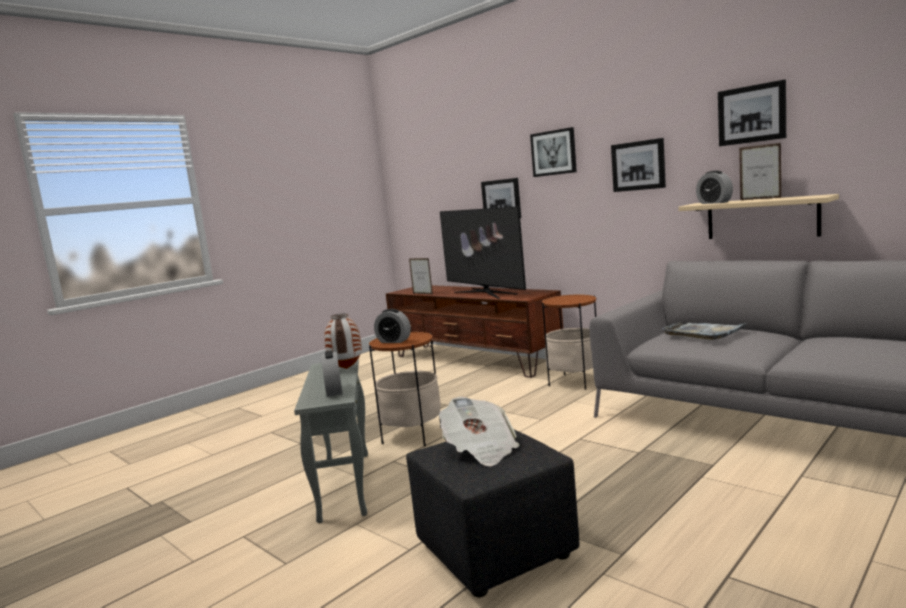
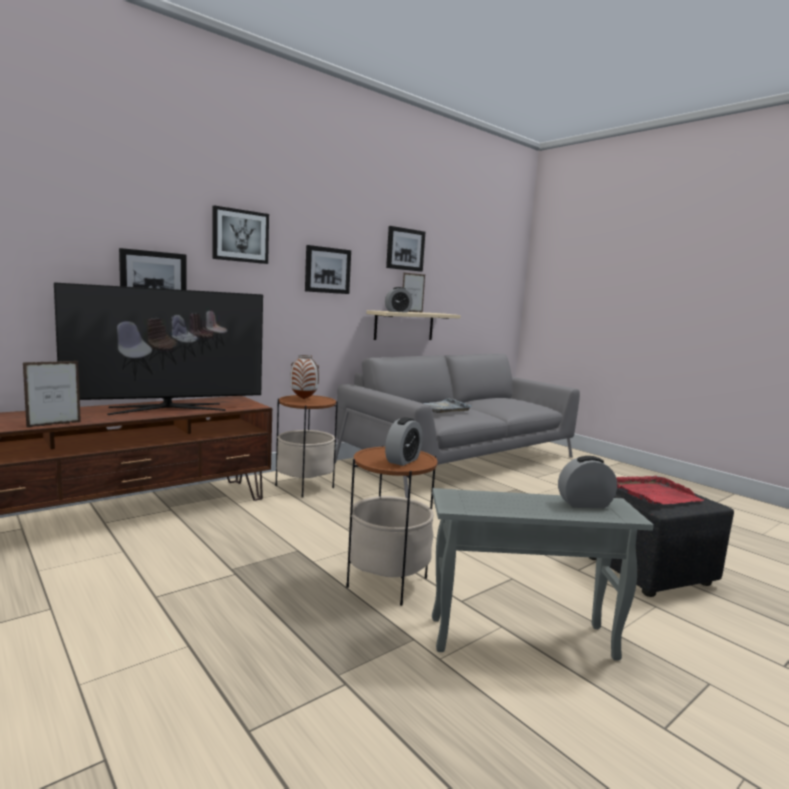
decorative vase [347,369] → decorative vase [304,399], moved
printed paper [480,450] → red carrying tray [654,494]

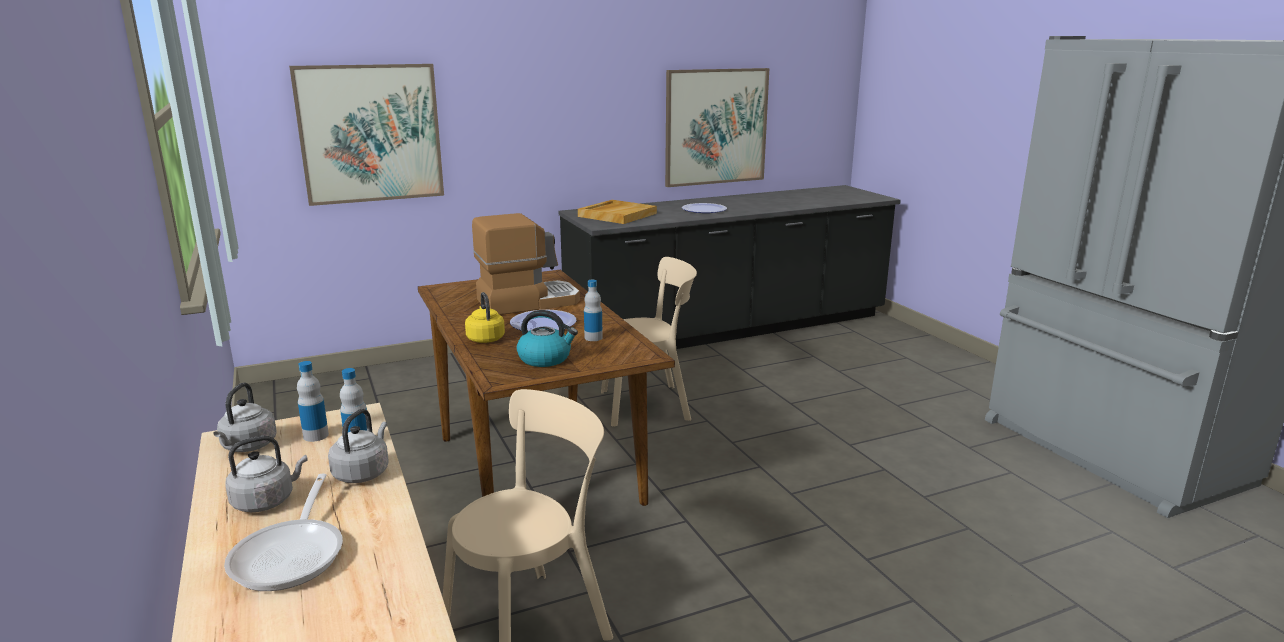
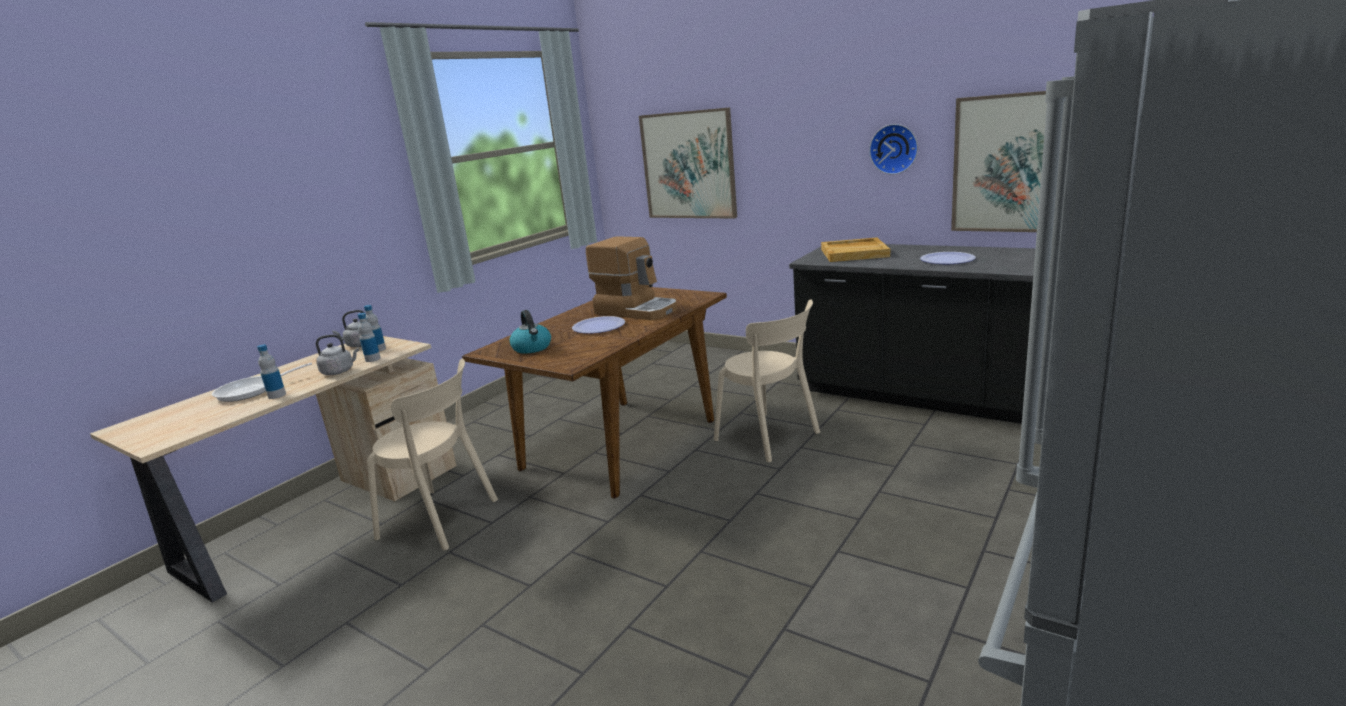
gray tea kettle [267,501] → -
yellow-coloured tea kettle [485,338] → -
drink bottle [593,338] → drink bottle [277,395], moved
- → hanging clock [894,149]

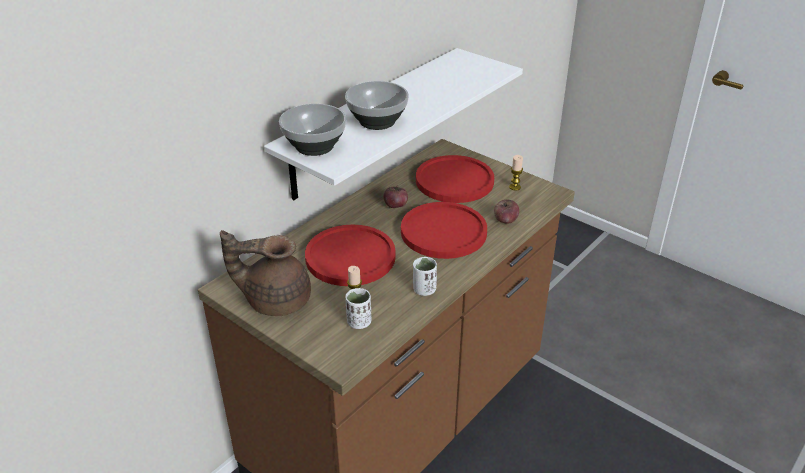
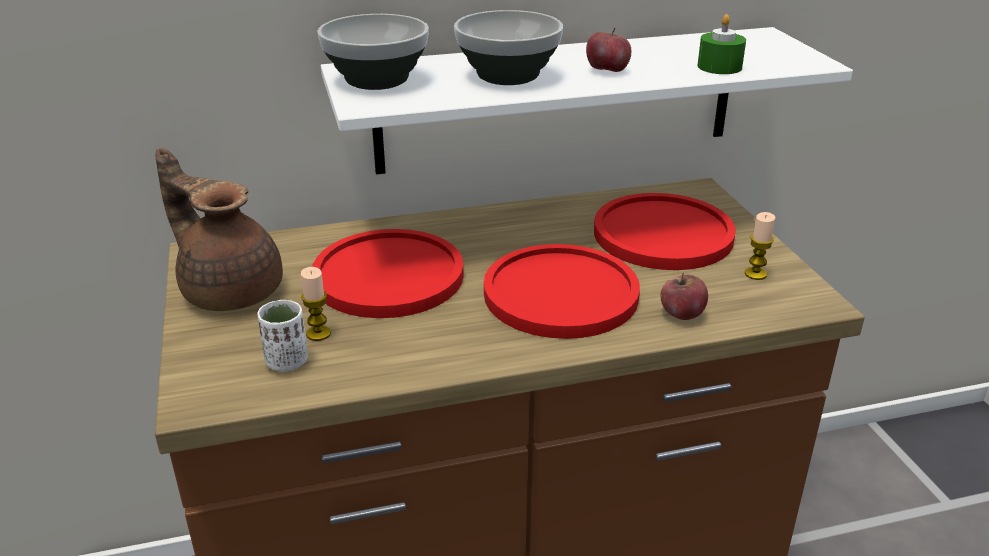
apple [395,205] → apple [607,70], moved
white drinking cup [424,290] → -
- → green-coloured candle [719,67]

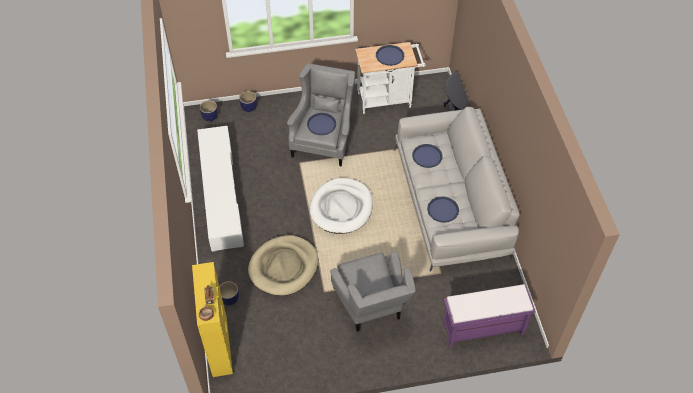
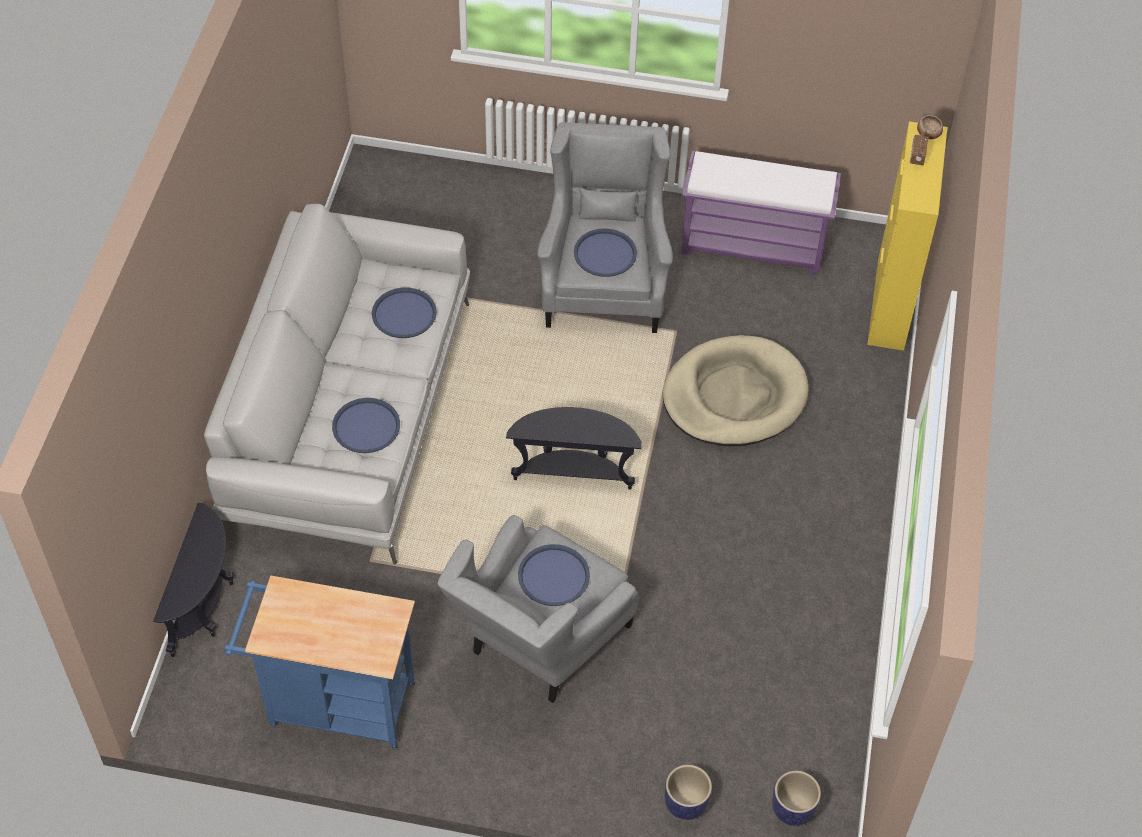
white tv stand [221,193] → -
flower pot [229,298] → -
white dog cushion [341,208] → black-coloured accent table [573,472]
white trolley [387,99] → blue trolley [333,704]
blue carrying tray [389,55] → blue carrying tray [605,254], moved
purple-coloured long seat [482,329] → purple-coloured long seat [754,245], moved

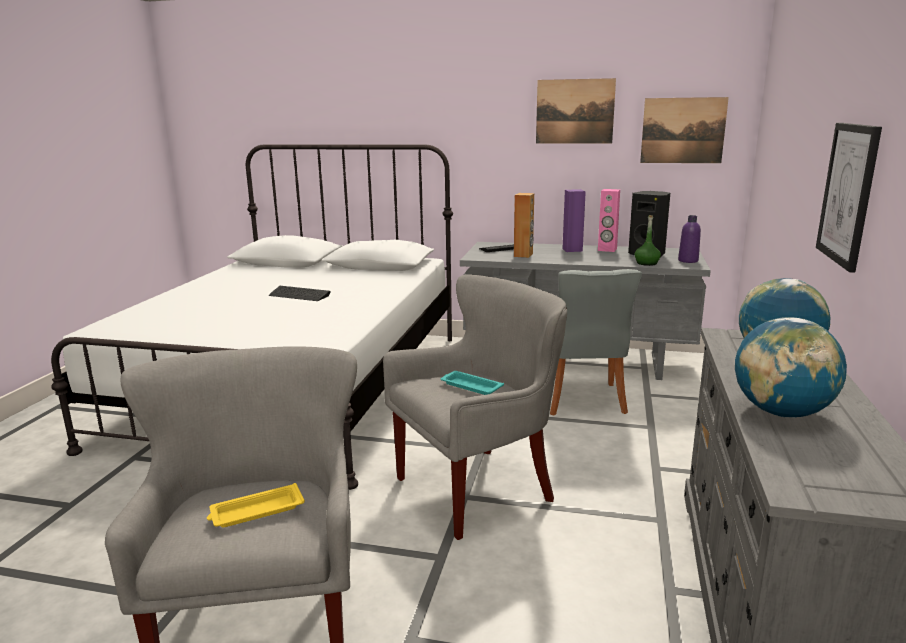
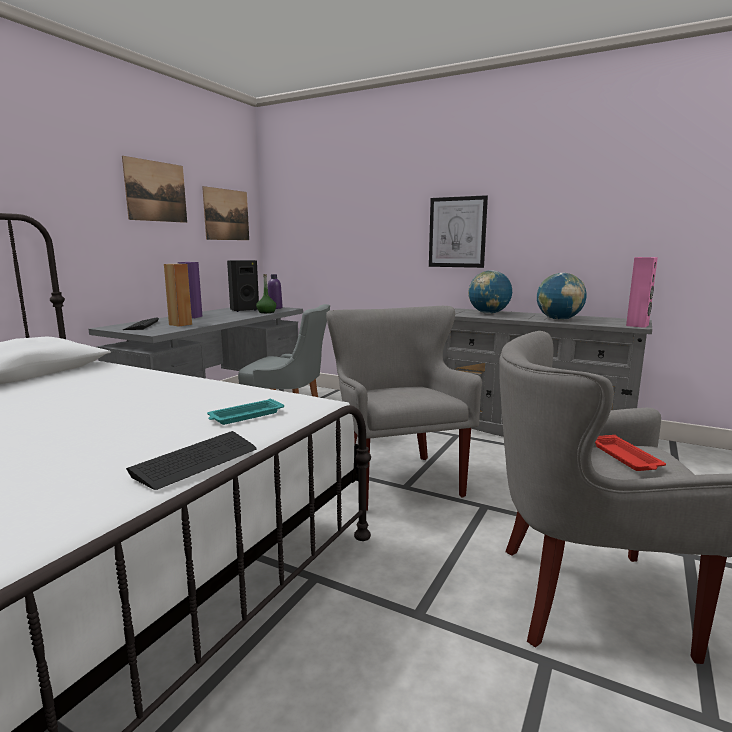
yellow-coloured carrying tray [255,511] → red carrying tray [625,457]
keyboard [299,295] → keyboard [196,461], moved
turquoise carrying tray [470,386] → turquoise carrying tray [245,416], moved
pink speaker [607,249] → pink speaker [637,325], moved

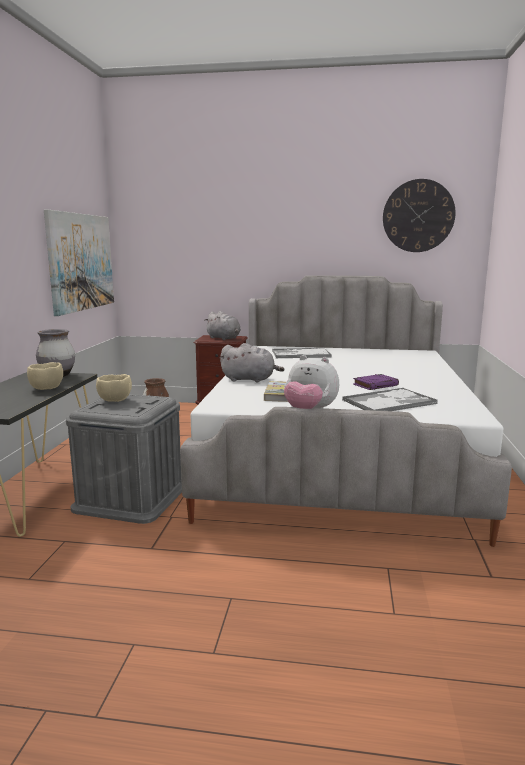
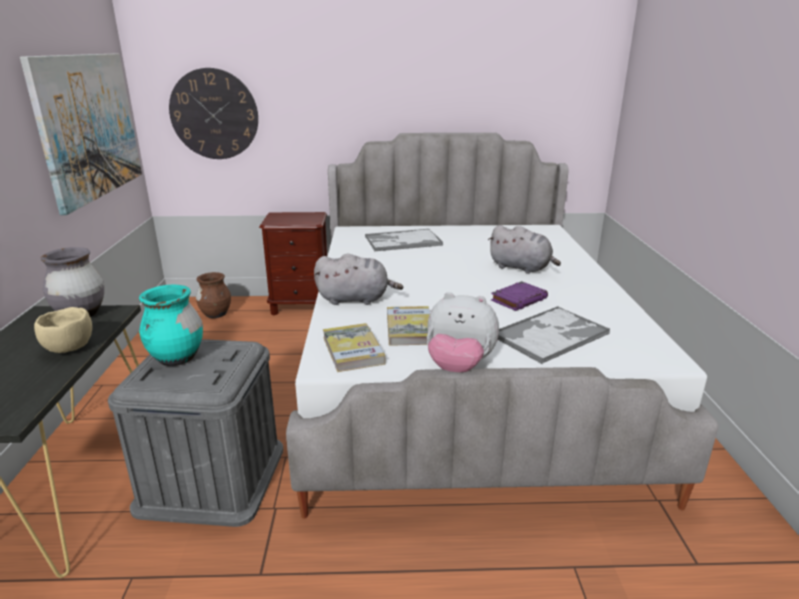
beige deep dish [115,401] → turquoise decorative vase [177,358]
gray cuddly toy [224,338] → gray cuddly toy [521,268], moved
hanging clock [418,216] → hanging clock [214,114], moved
- → volume [353,350]

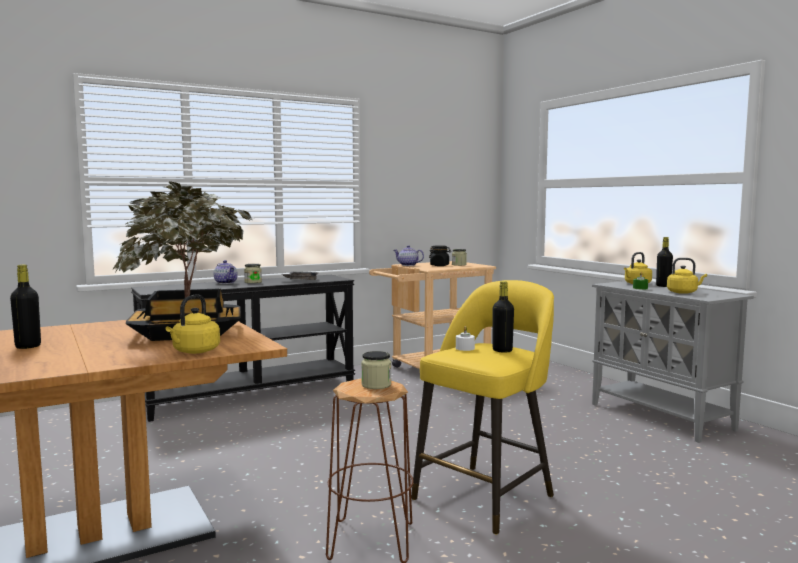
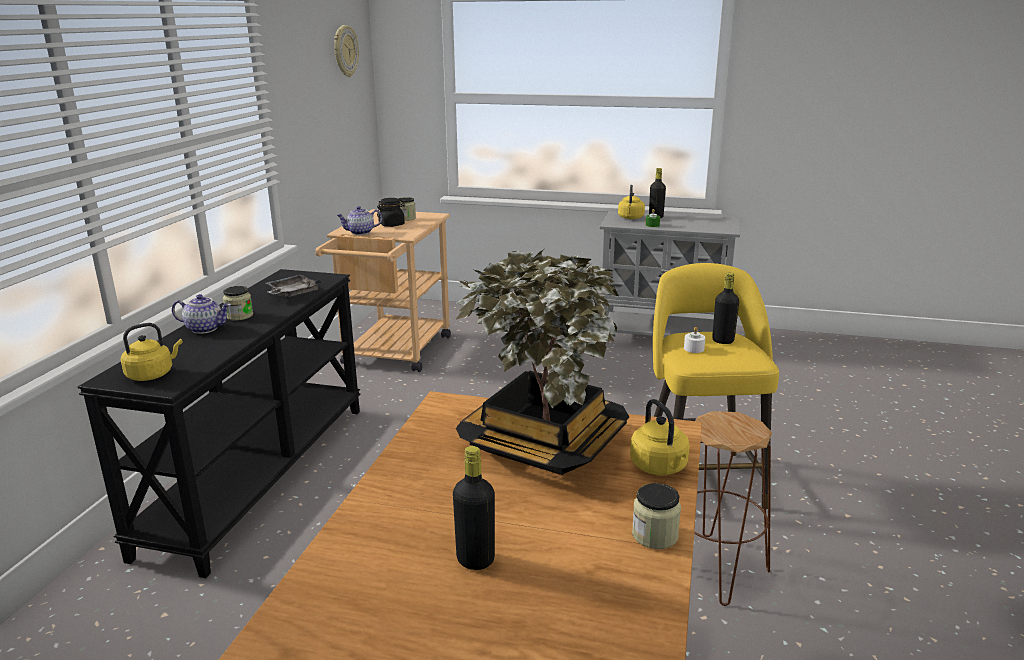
jar [376,385] → jar [655,535], moved
yellow-coloured tea kettle [683,292] → yellow-coloured tea kettle [152,374], moved
- → hanging clock [345,51]

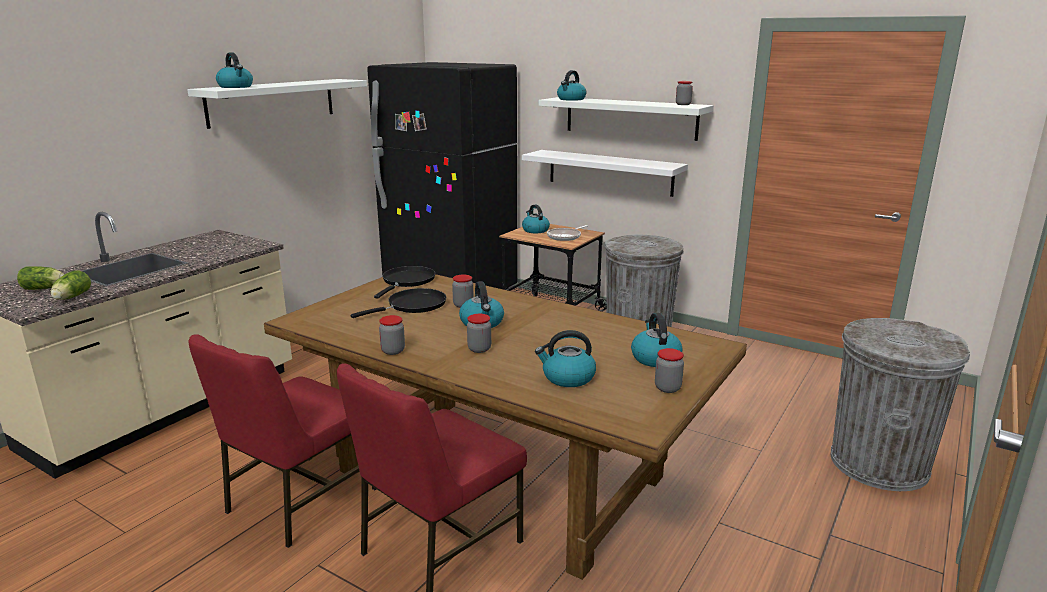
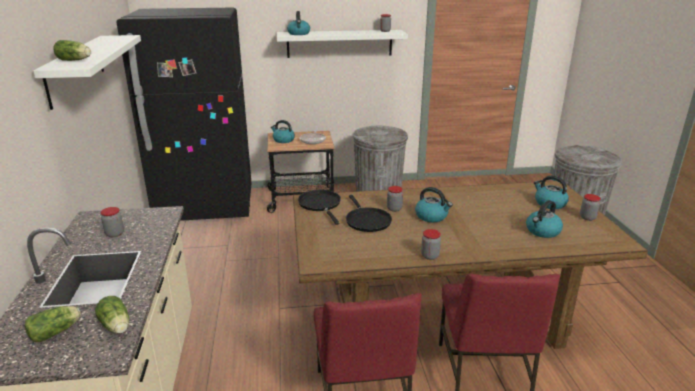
tea kettle [236,87] → lettuce head [75,60]
black-coloured pan [413,305] → black-coloured pan [367,221], 150 degrees clockwise
jar [479,349] → jar [115,234], moved
white wall shelf [609,172] → -

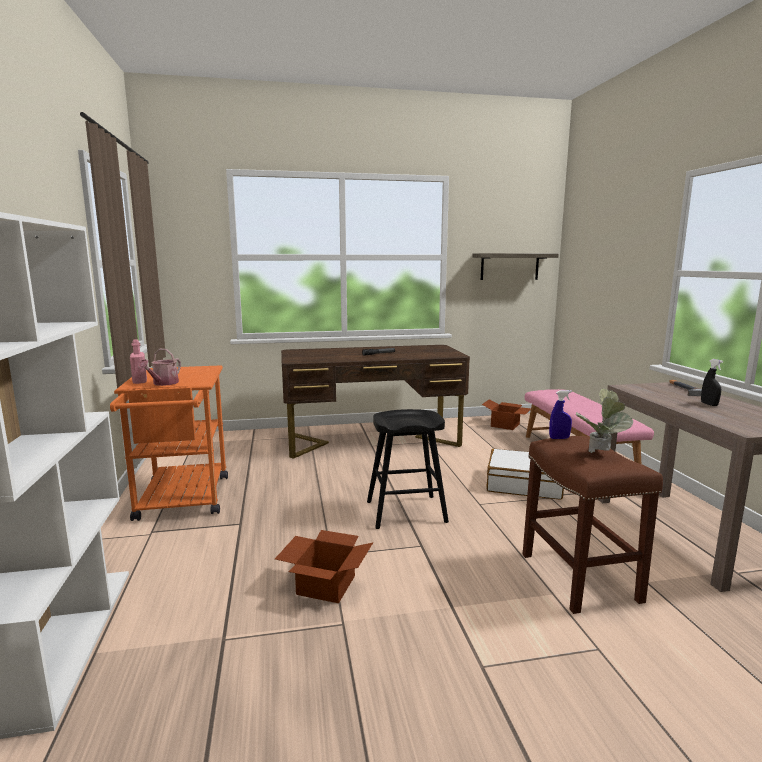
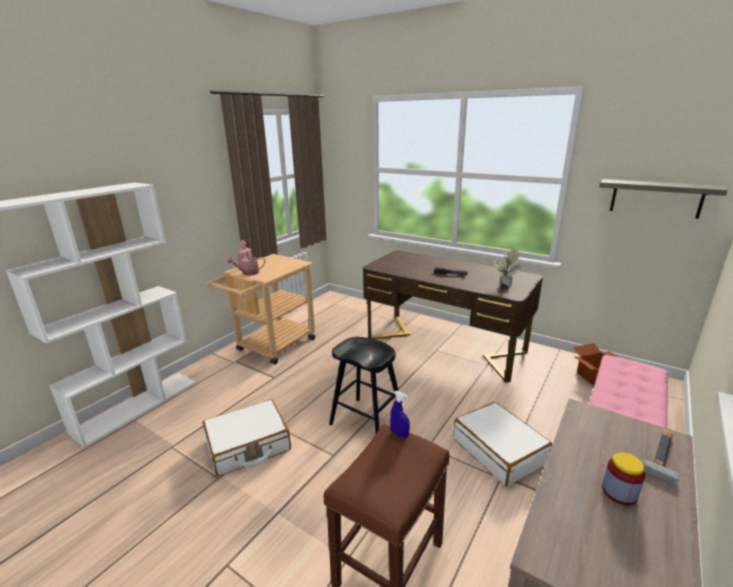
orange trolley [182,502] → beige trolley [272,347]
carton [325,584] → white travel case [248,446]
houseplant [601,454] → houseplant [504,286], moved
black-coloured sprayer [709,404] → jar [619,492]

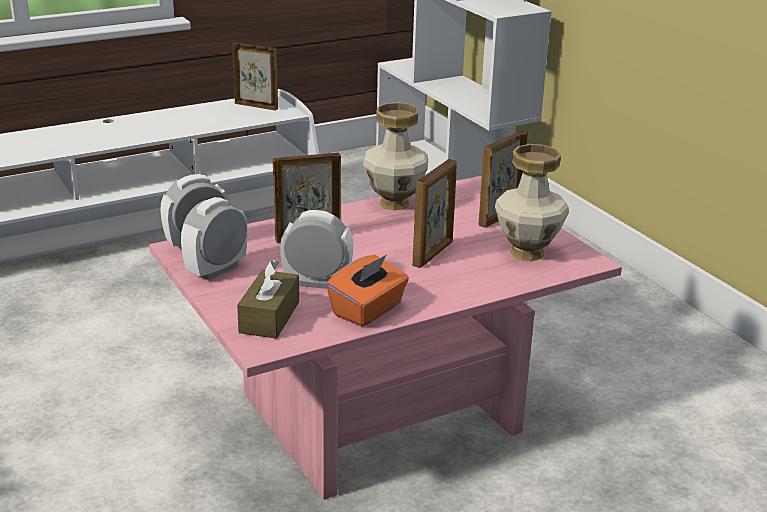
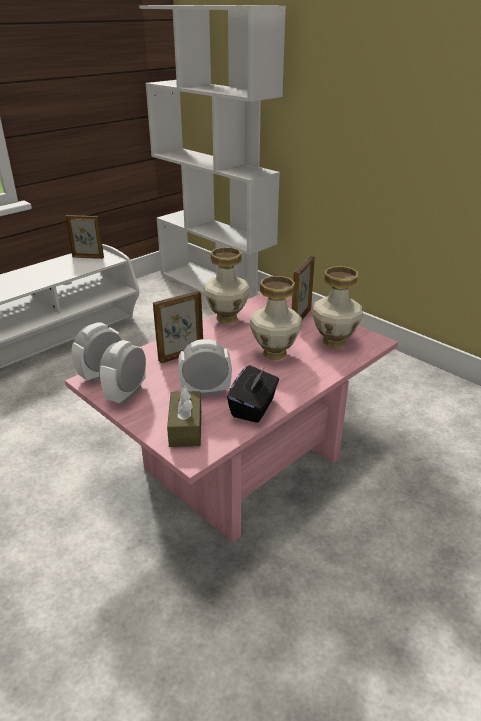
orange tissue box [368,310] → black-coloured tissue box [254,407]
standing frame [433,254] → decorative vase [274,353]

